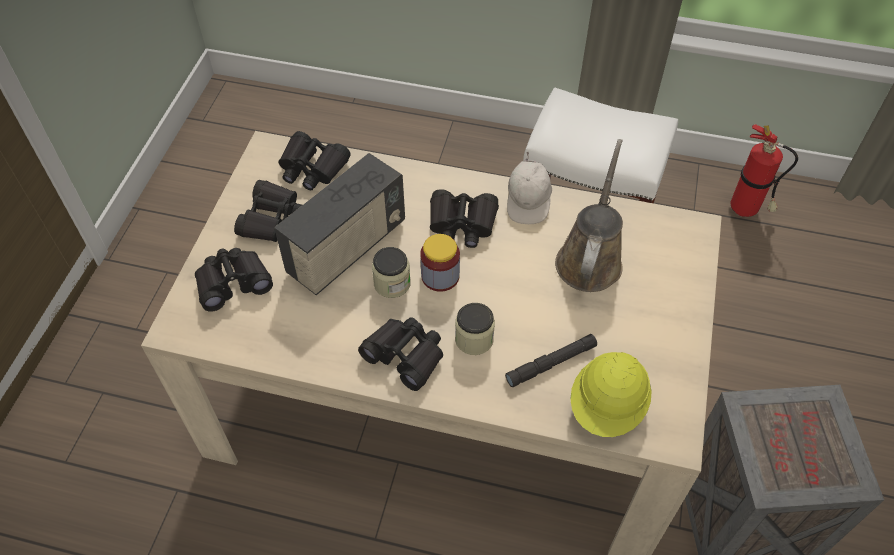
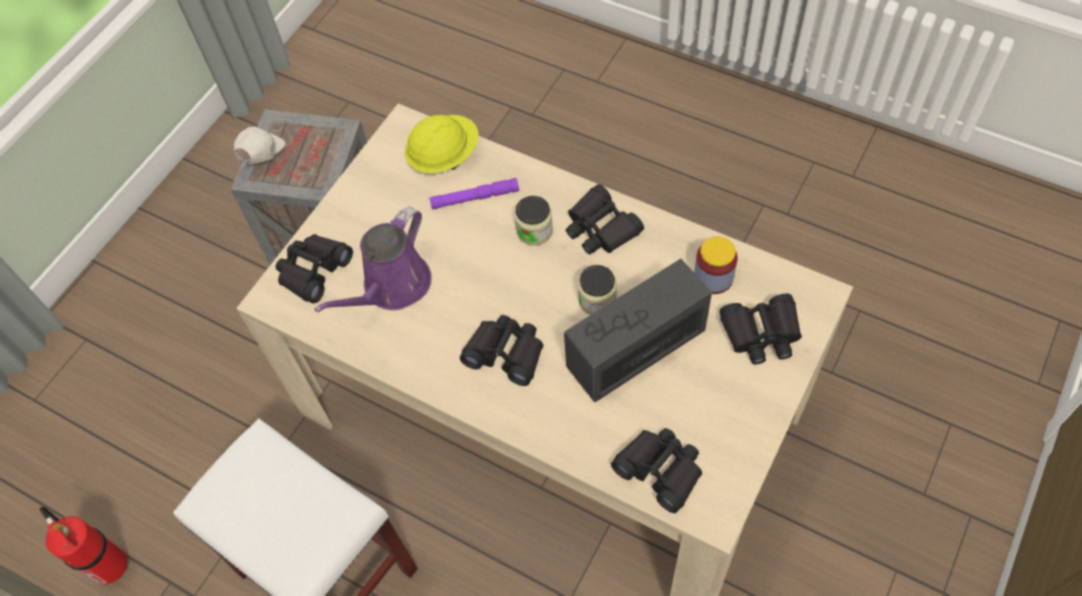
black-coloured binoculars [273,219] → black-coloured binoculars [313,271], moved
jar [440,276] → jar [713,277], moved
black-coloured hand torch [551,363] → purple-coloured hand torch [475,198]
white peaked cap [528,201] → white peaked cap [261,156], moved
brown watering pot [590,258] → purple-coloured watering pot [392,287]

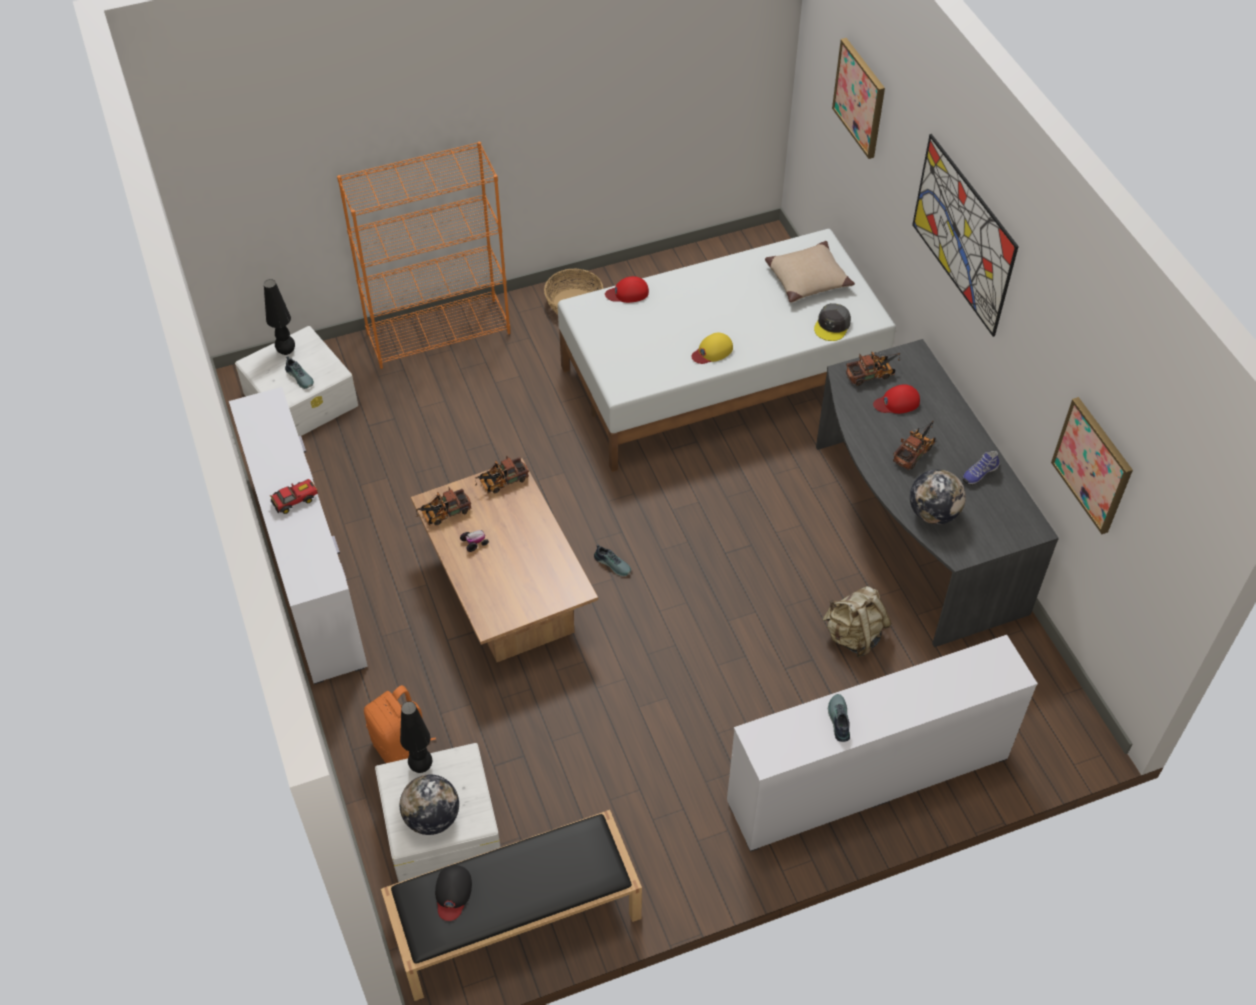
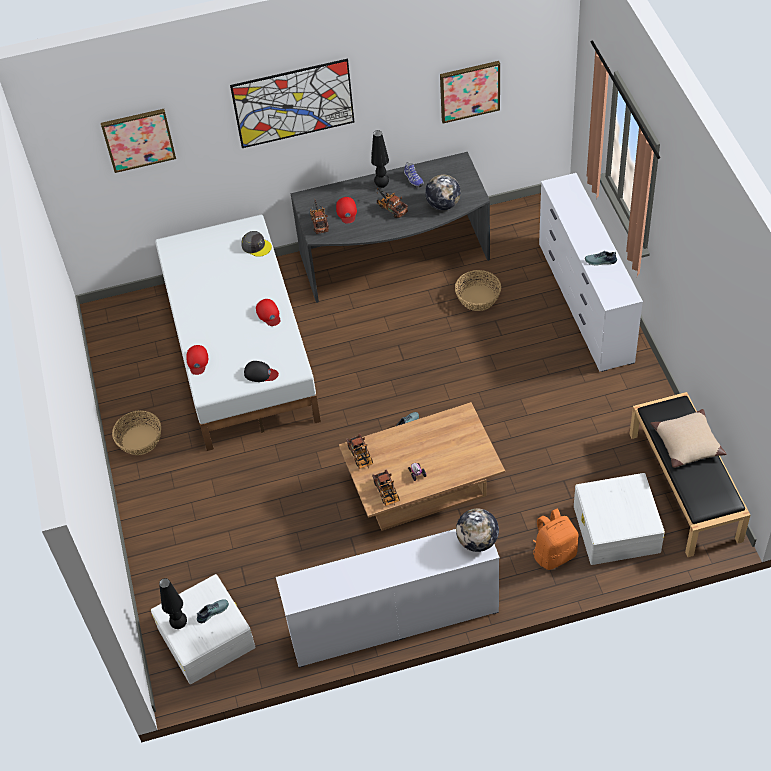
miniature car [295,500] → -
orange shelving unit [439,333] → -
black-coloured table lamp [421,766] → black-coloured table lamp [382,185], moved
desk globe [432,818] → desk globe [477,541], moved
black-coloured peaked cap [453,893] → black-coloured peaked cap [260,373], moved
yellow-coloured peaked cap [712,351] → red peaked cap [269,314]
beige cushion [807,279] → beige cushion [687,443], moved
beige backpack [854,636] → household basket [478,298]

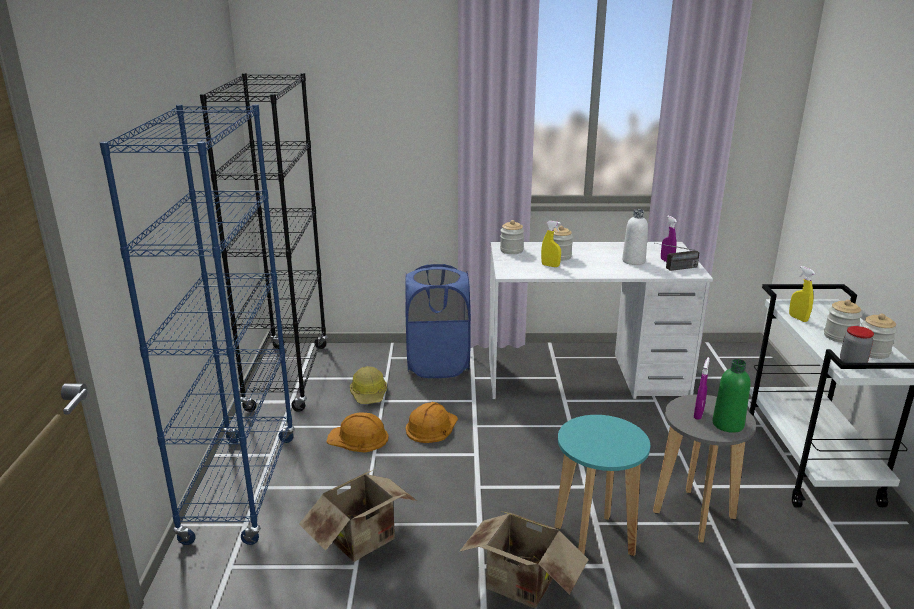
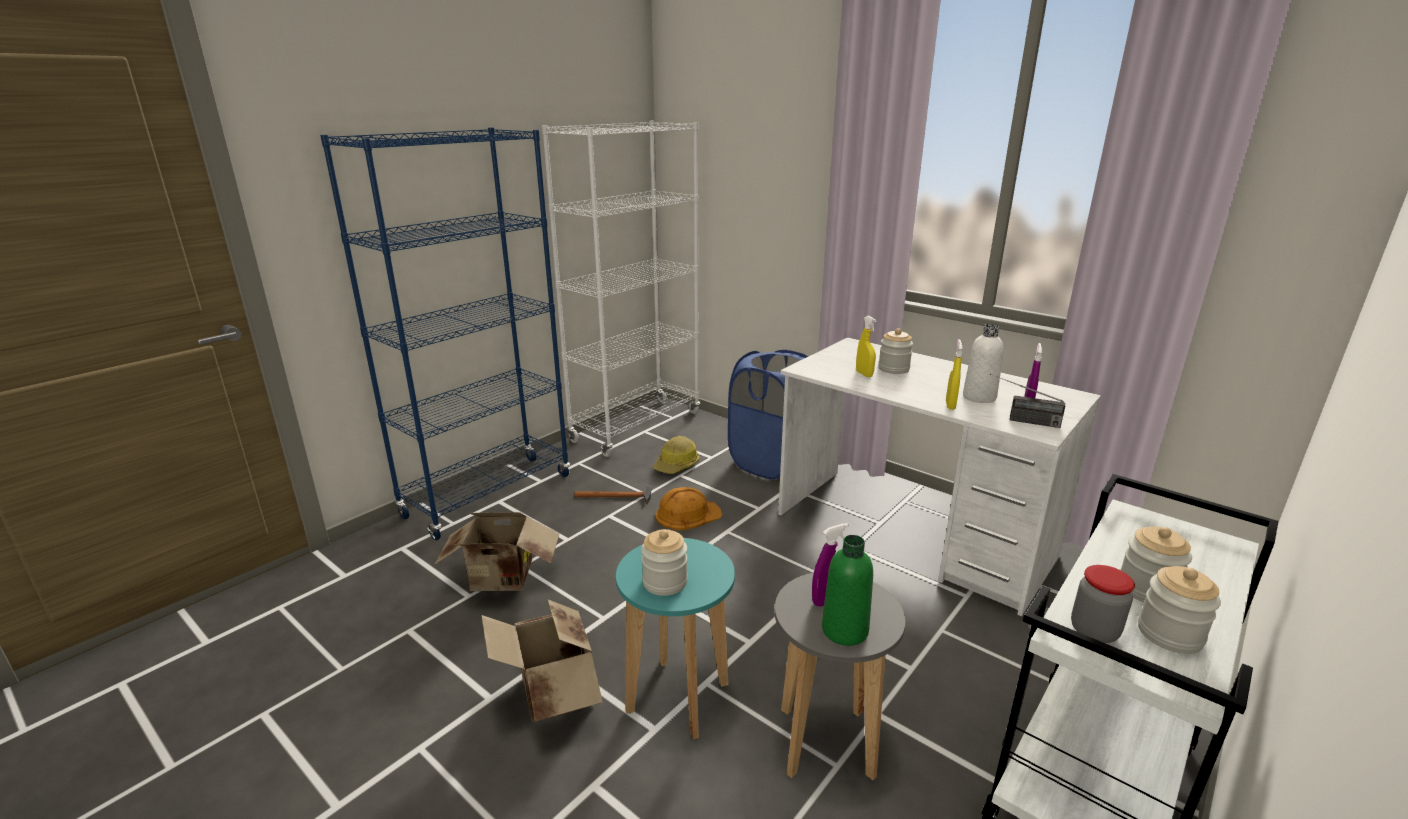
black-coloured shelving unit [288,377] → white shelving unit [636,427]
orange work helmet [358,438] → hand hammer [617,497]
jar [511,250] → jar [665,582], moved
yellow-coloured sprayer [798,318] → yellow-coloured sprayer [950,405], moved

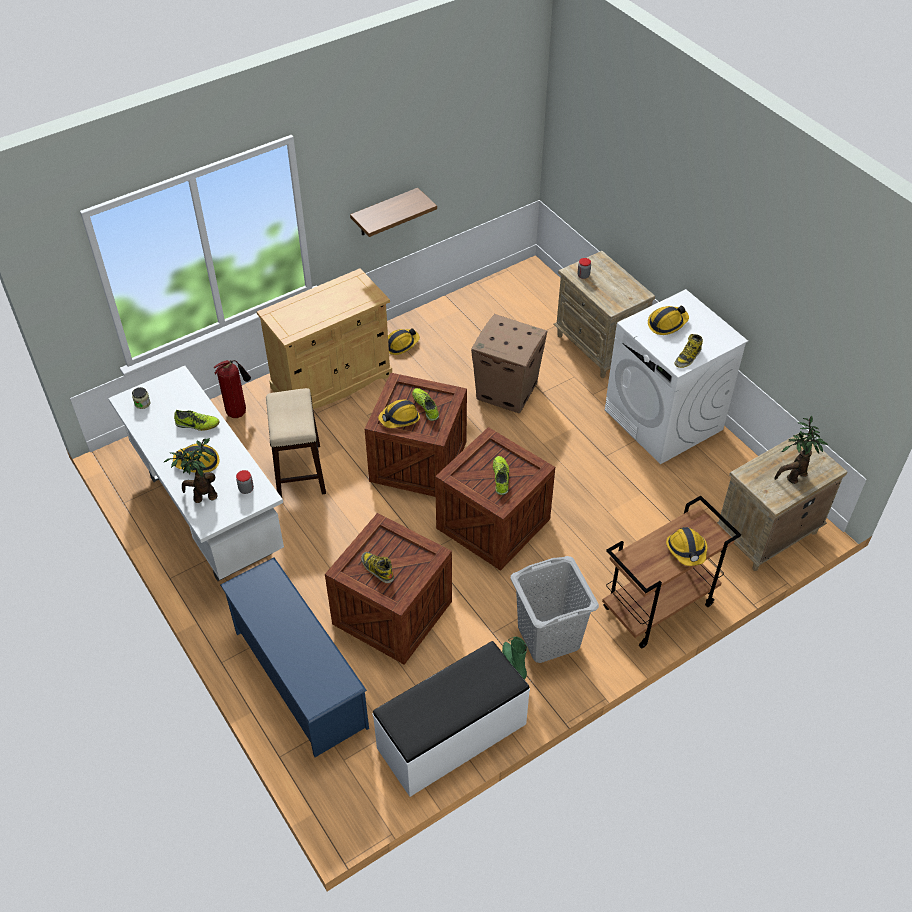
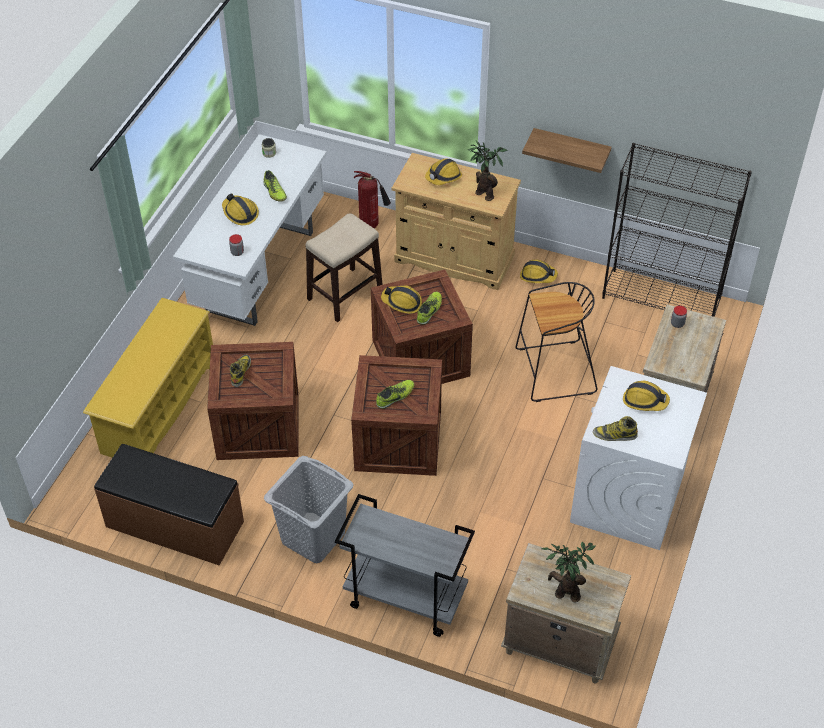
houseplant [202,496] → houseplant [483,193], moved
blue shoe shelf [299,678] → yellow-coloured shoe shelf [158,406]
white long seat [452,737] → brown long seat [174,525]
carton [507,391] → black-coloured sitting stool [553,372]
green-coloured boot [513,666] → -
brown trolley [658,608] → gray trolley [404,598]
work helmet [686,550] → work helmet [443,177], moved
- → black-coloured shelving unit [662,298]

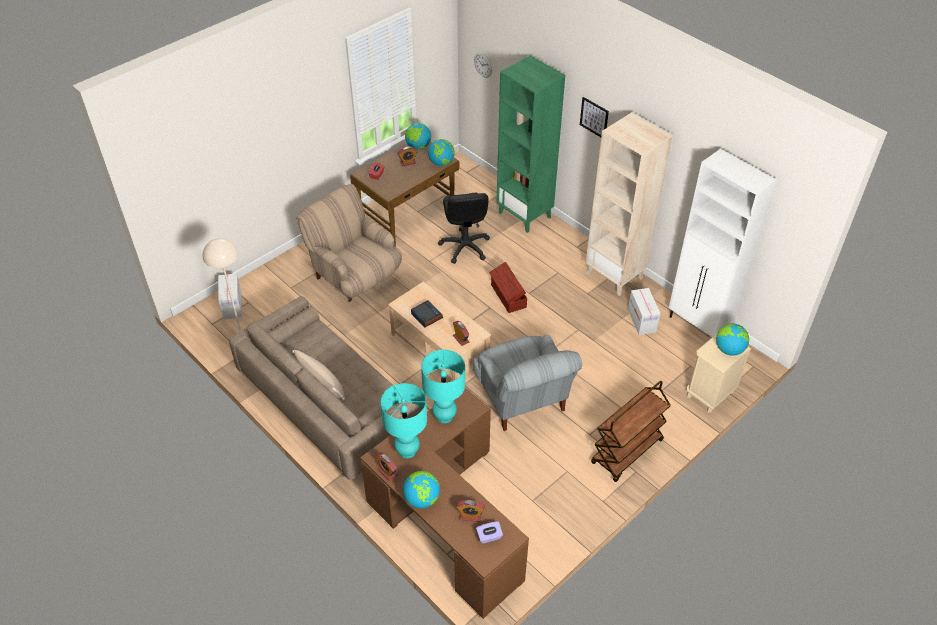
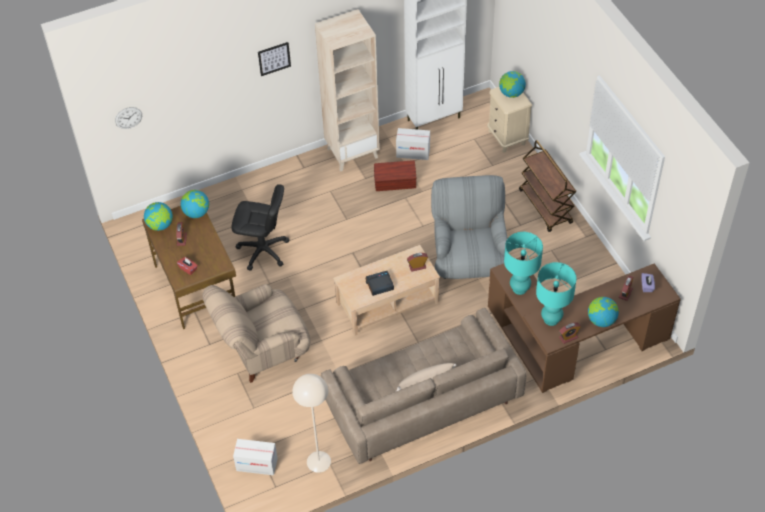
gray easy chair [523,399] → gray easy chair [469,258], 90 degrees counterclockwise
brown storage bin [508,296] → brown storage bin [395,183], moved
green-coloured shelving unit [525,215] → -

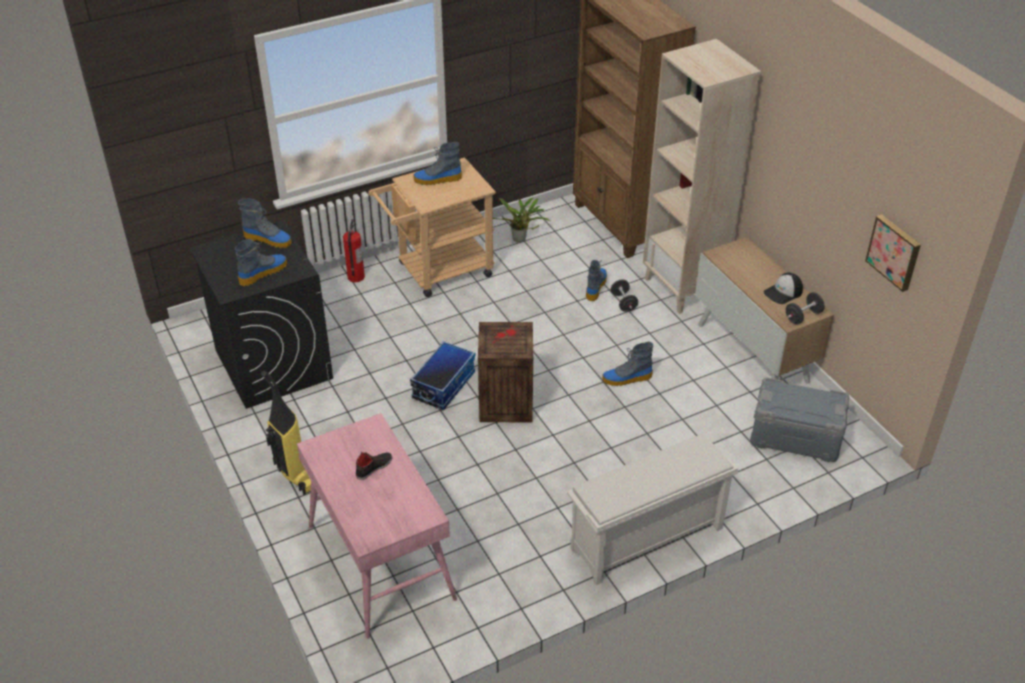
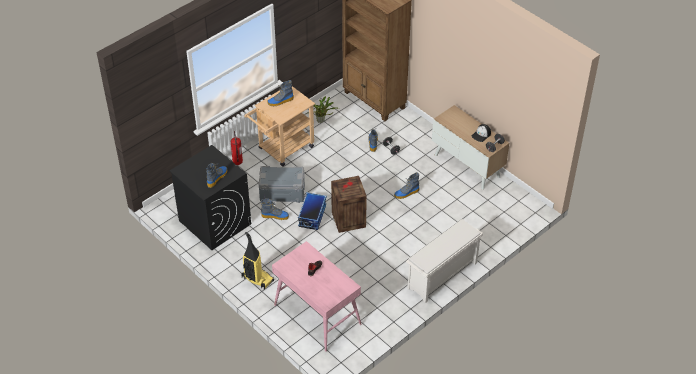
boot [268,239] → boot [275,216], moved
beige shelving unit [684,288] → -
gray storage bin [795,437] → gray storage bin [282,193], moved
wall picture [894,252] → -

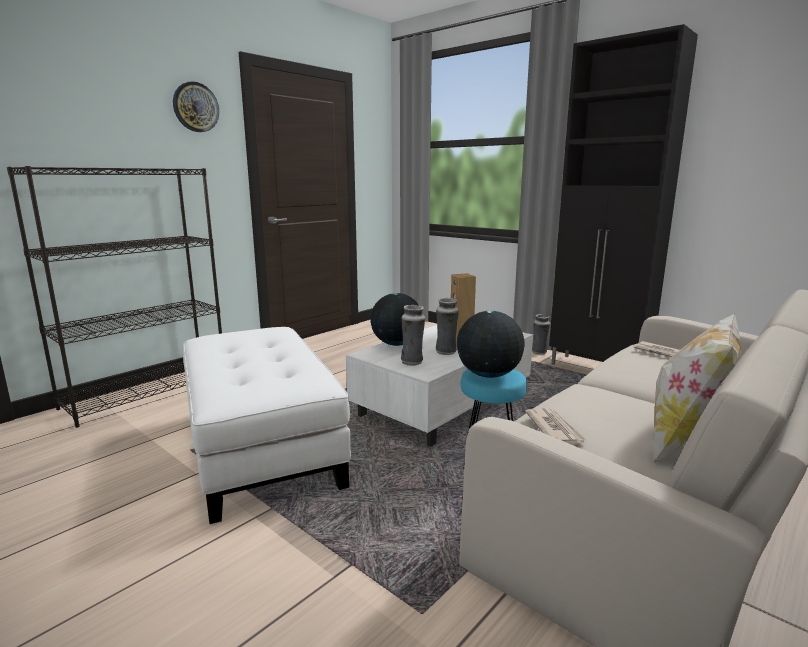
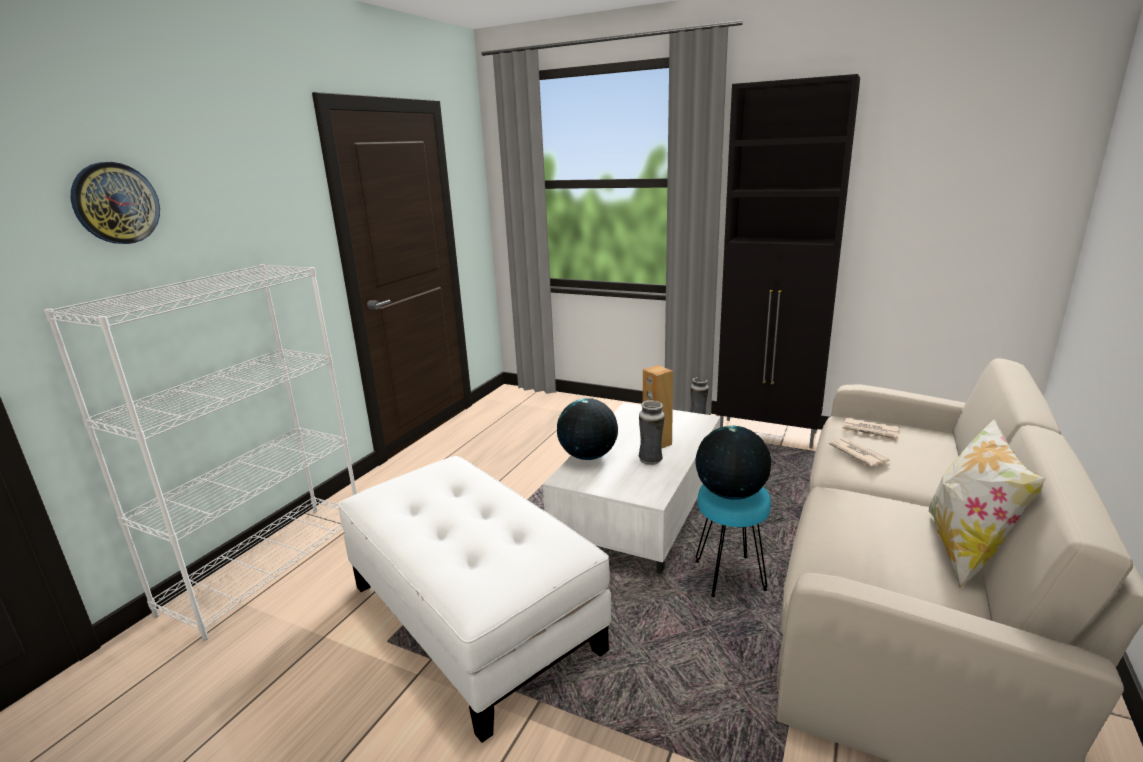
black-coloured shelving unit [148,393] → white shelving unit [269,564]
hanging clock [195,107] → hanging clock [116,203], moved
decorative vase [412,362] → -
printed paper [554,429] → printed paper [858,454], moved

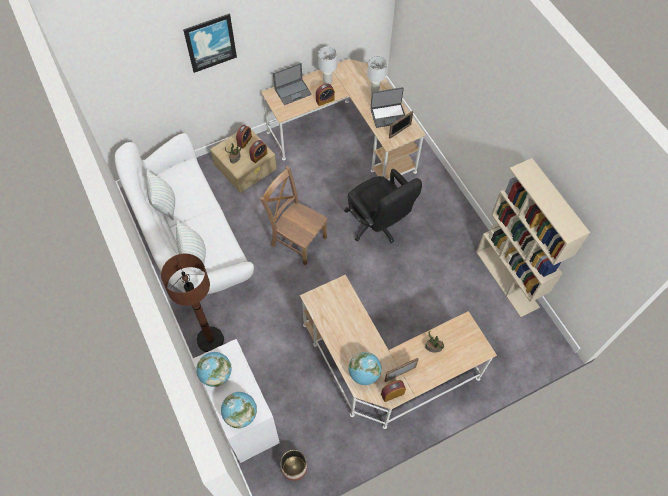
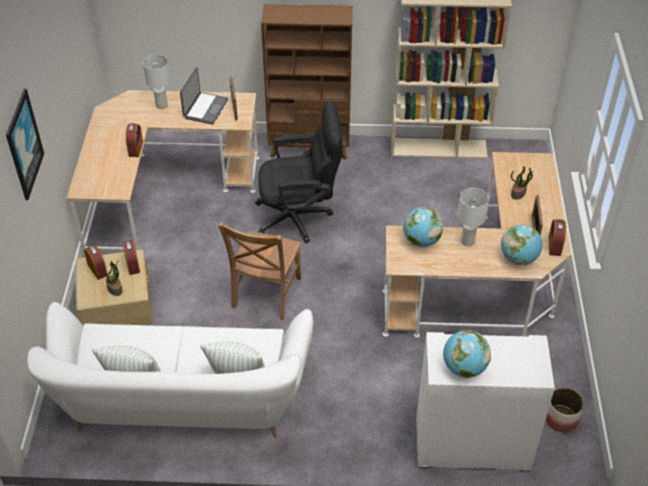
brown standing lamp [210,340] → -
desk globe [240,414] → desk globe [421,241], moved
brown plain chair [297,240] → brown plain chair [265,295], 45 degrees counterclockwise
laptop [293,91] → -
white table lamp [327,81] → white table lamp [467,241], moved
- → brown shelving unit [309,148]

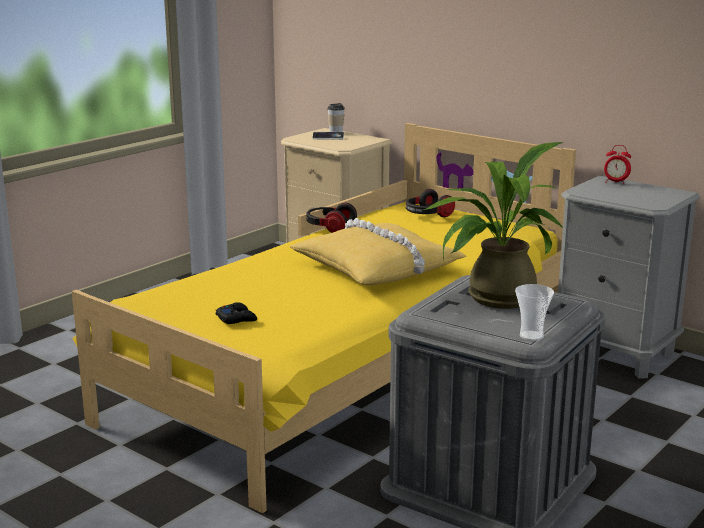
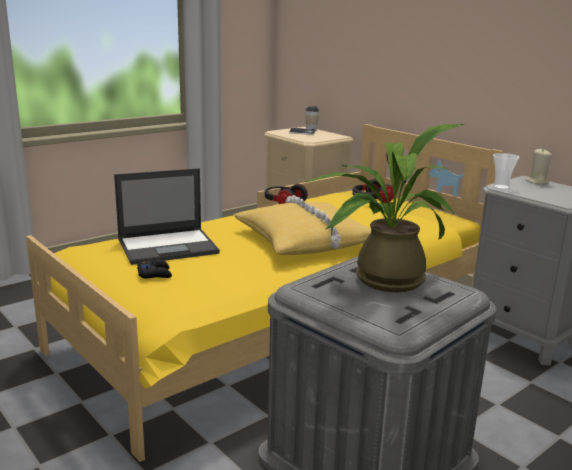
drinking cup [531,336] → drinking cup [501,187], moved
table clock [615,182] → beige candle [537,182]
- → laptop [169,246]

